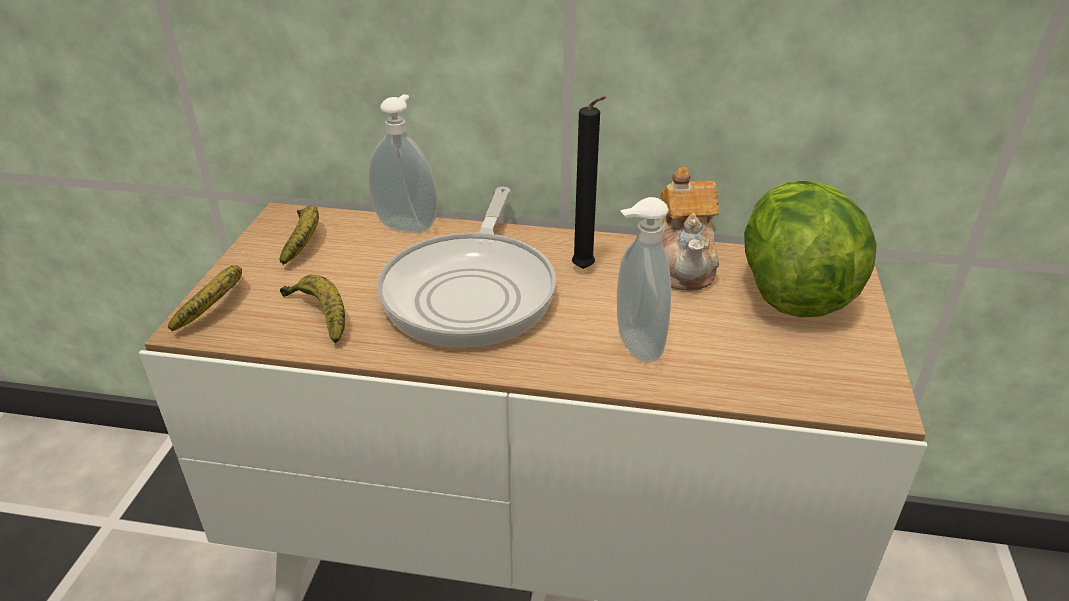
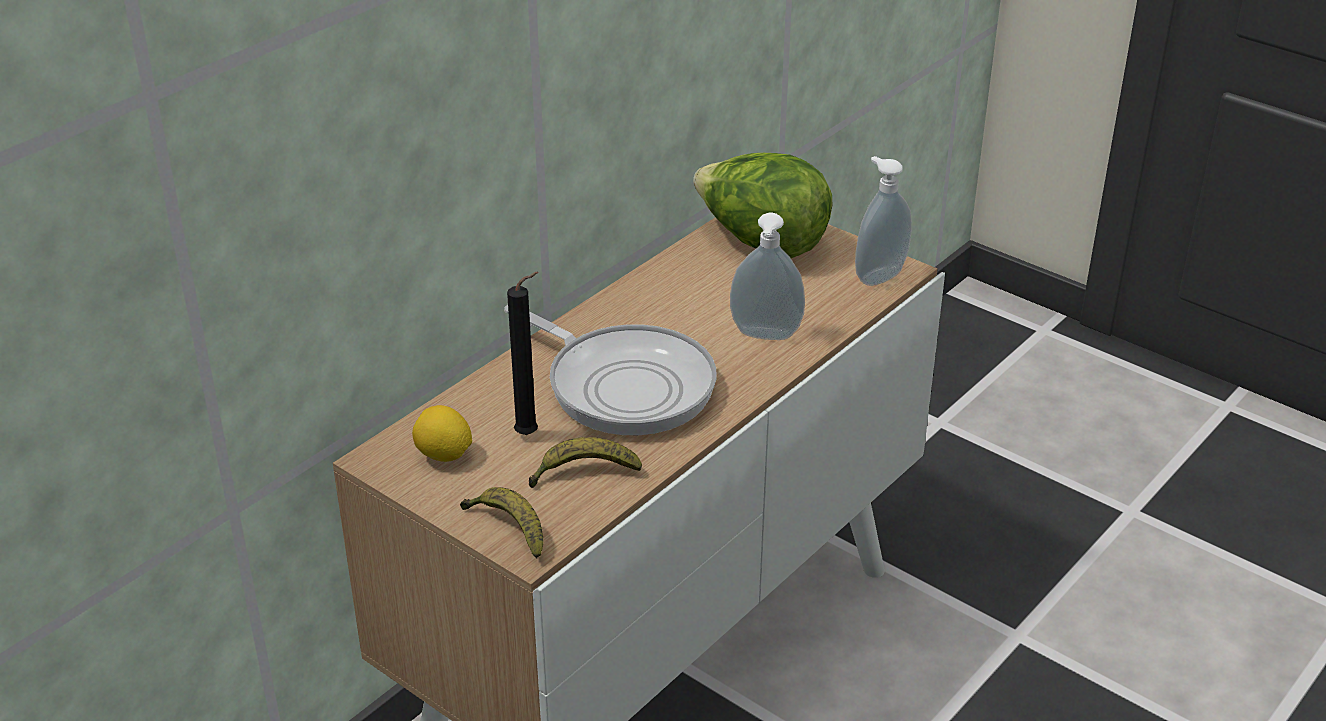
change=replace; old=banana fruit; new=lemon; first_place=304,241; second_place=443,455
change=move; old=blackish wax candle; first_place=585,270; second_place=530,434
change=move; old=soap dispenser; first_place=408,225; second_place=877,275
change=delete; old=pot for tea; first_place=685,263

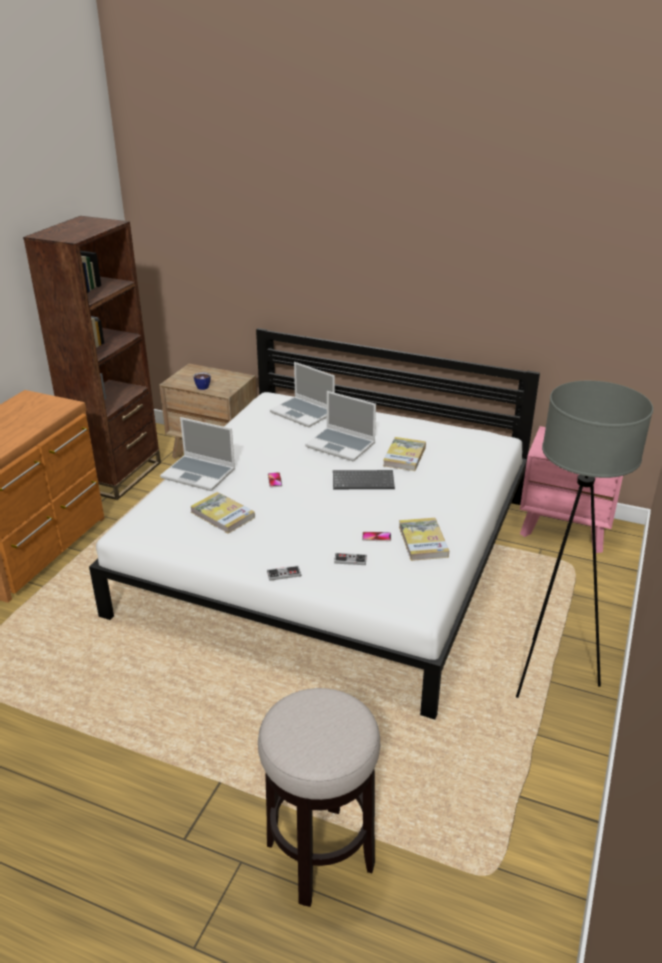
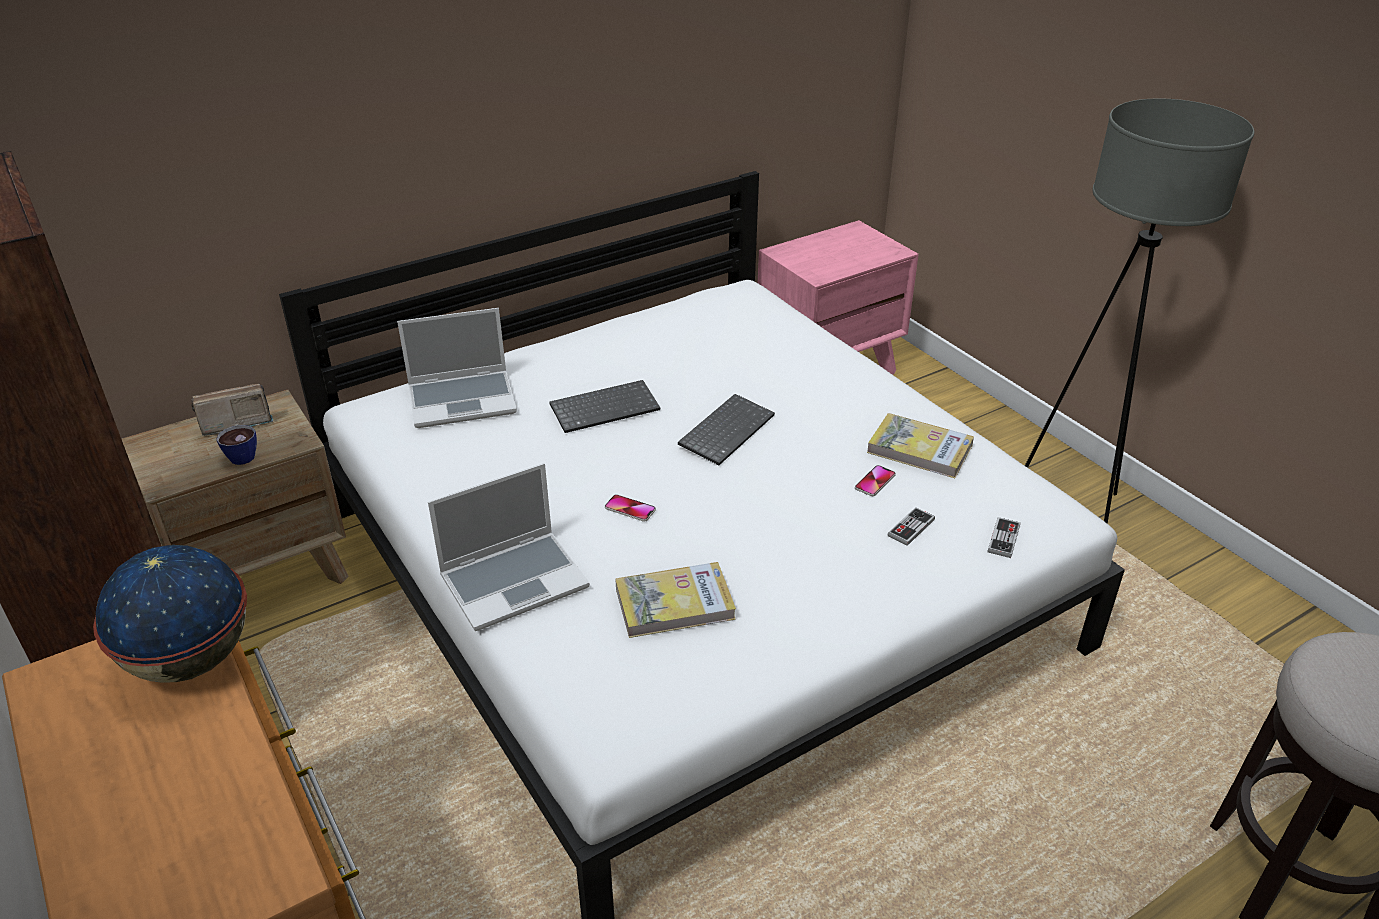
change=insert; new=world globe; second_place=191,660
change=insert; new=radio set; second_place=234,423
change=replace; old=laptop; new=keyboard; first_place=341,445; second_place=605,407
change=move; old=gamepad; first_place=284,574; second_place=1003,539
change=delete; old=bound book; first_place=404,456

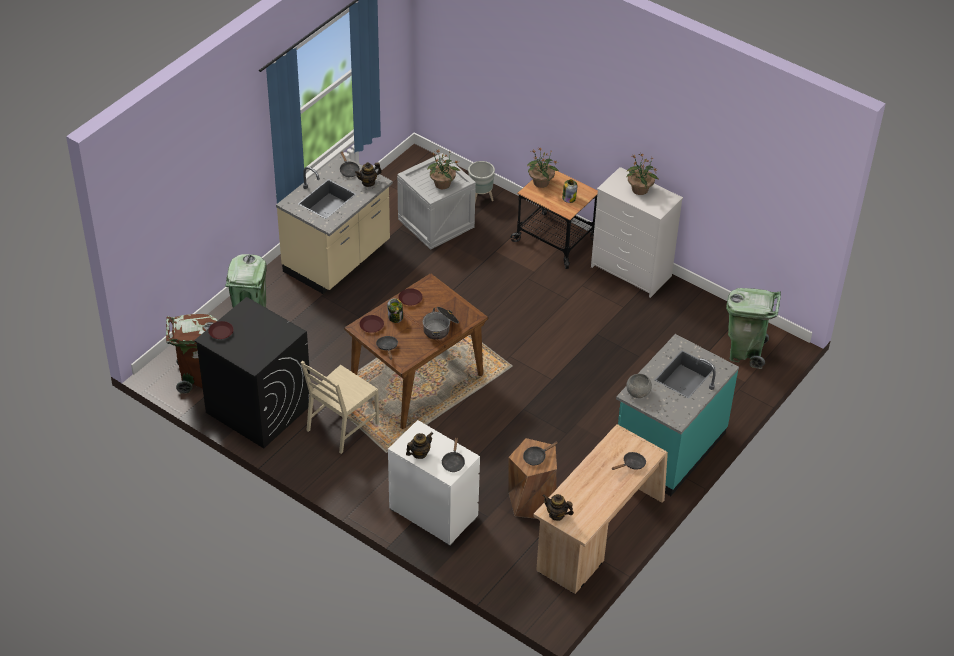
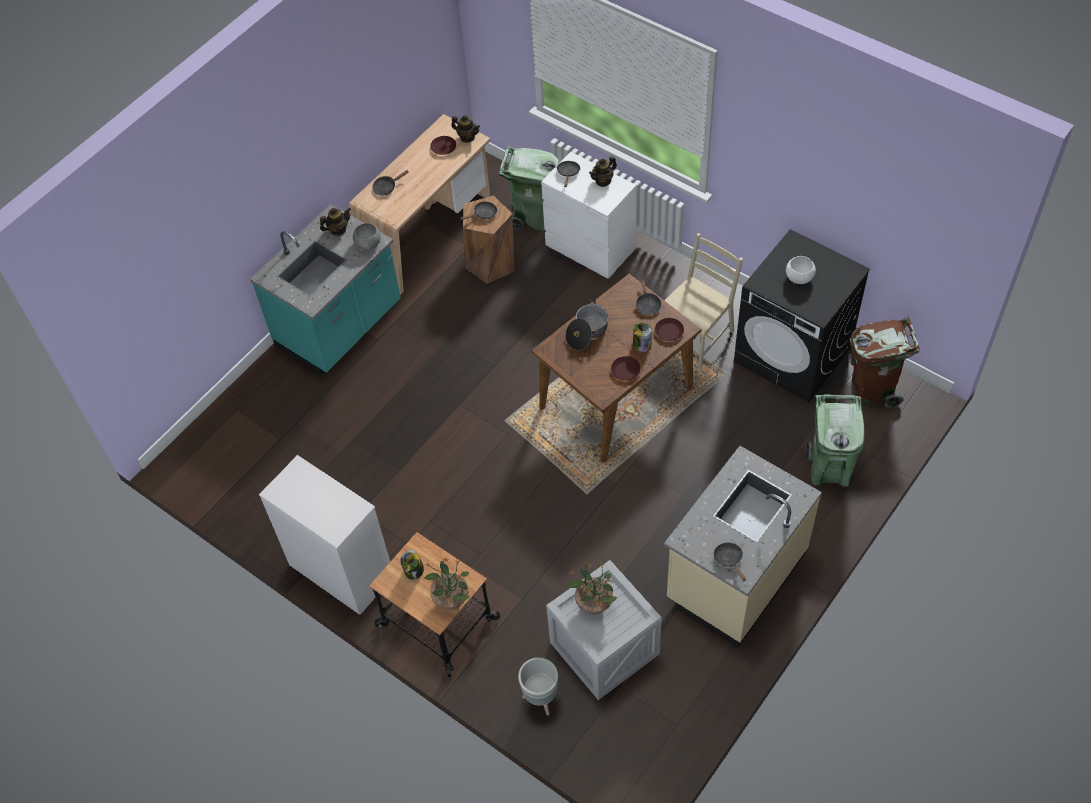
change=move; old=pot for tea; first_place=368,182; second_place=338,230
change=move; old=brown-coloured plate; first_place=221,332; second_place=443,148
change=move; old=green-coloured rubbish bin; first_place=745,352; second_place=533,217
change=insert; new=white-coloured bowl; second_place=799,277
change=delete; old=houseplant; first_place=640,190

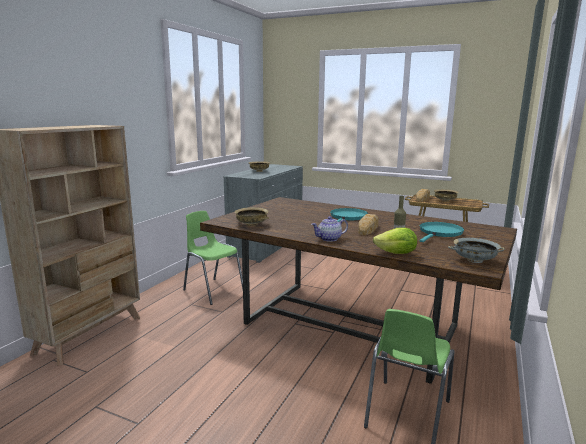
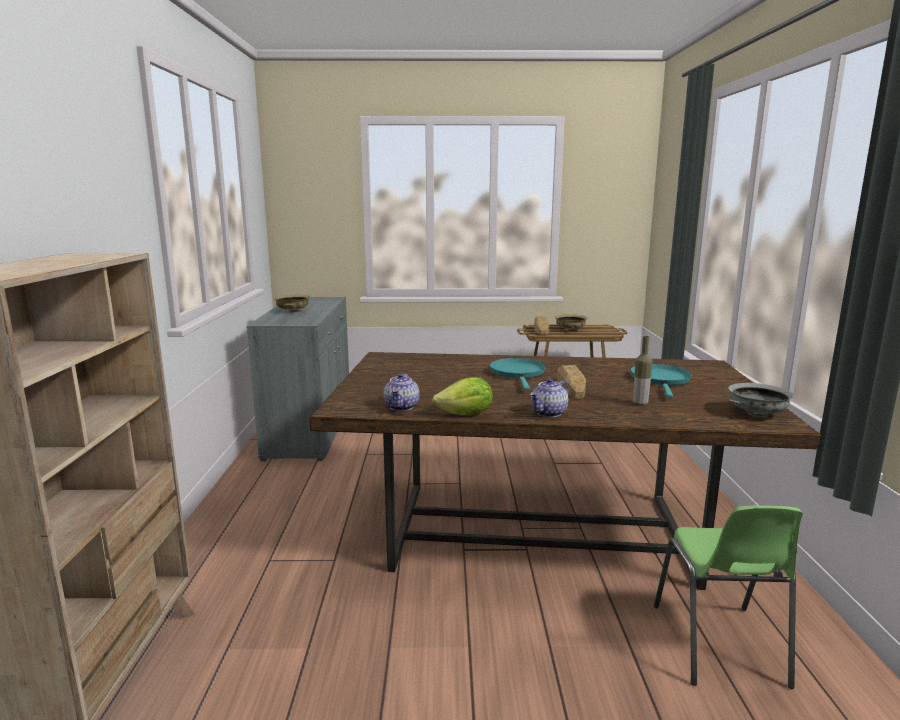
change=replace; old=beige bowl; new=pot for tea; first_place=252,224; second_place=402,407
change=move; old=lettuce; first_place=396,253; second_place=466,414
change=delete; old=green-coloured chair; first_place=213,291

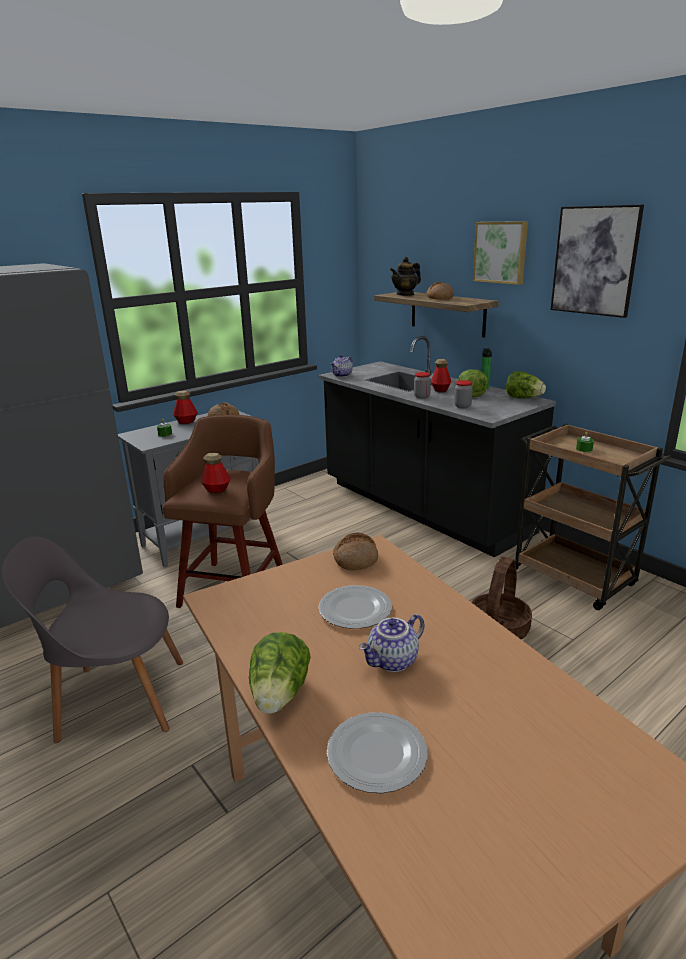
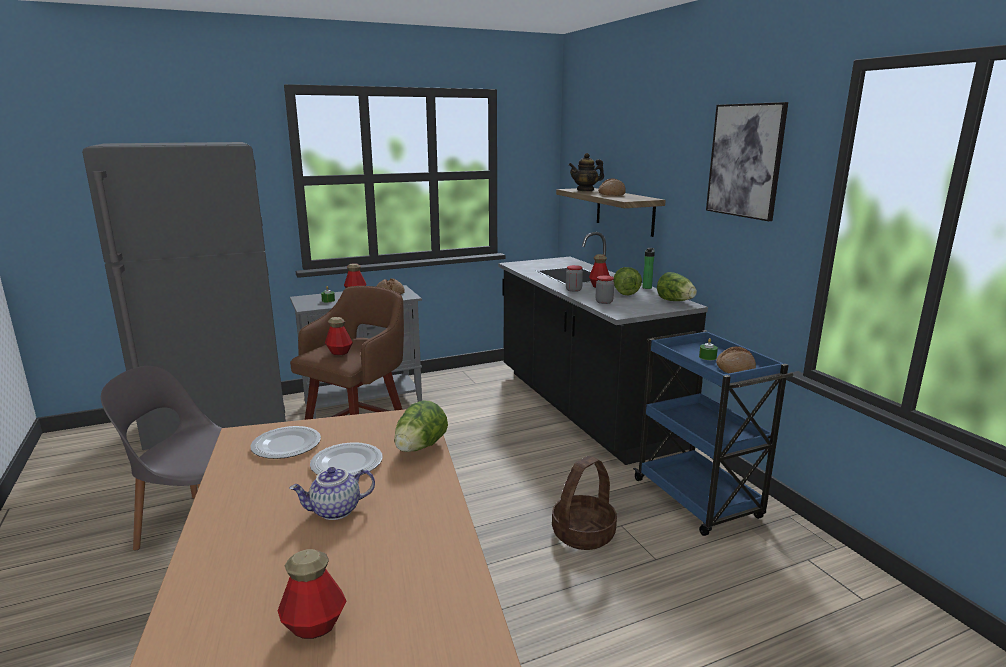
change=move; old=plate; first_place=378,753; second_place=287,445
change=insert; new=beverage bottle; second_place=314,625
change=move; old=lettuce; first_place=280,695; second_place=420,448
change=recolor; old=brown-coloured cart; new=blue-coloured cart; first_place=574,578; second_place=698,500
change=move; old=bakery bread; first_place=355,559; second_place=735,368
change=delete; old=pot for tea; first_place=342,375
change=delete; old=picture; first_place=501,252

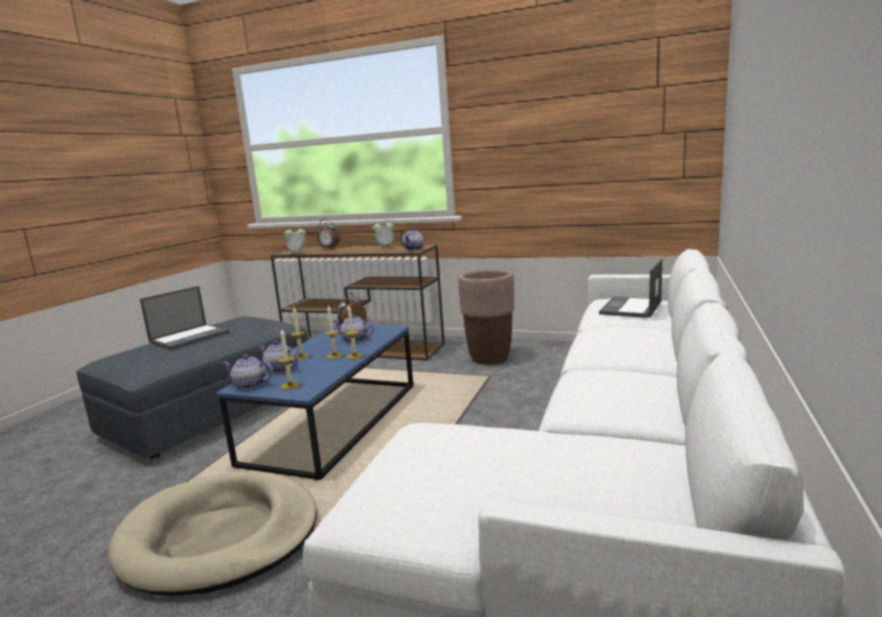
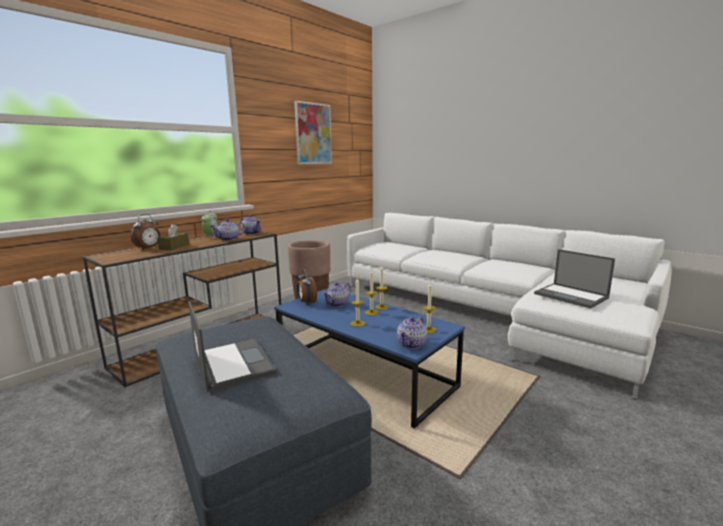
change=insert; new=brown-coloured tissue box; second_place=174,247
change=move; old=pot for tea; first_place=280,369; second_place=229,239
change=insert; new=picture; second_place=313,134
change=move; old=laptop; first_place=631,308; second_place=572,296
change=delete; old=beige dog cushion; first_place=219,537
change=delete; old=bedside clock; first_place=297,252

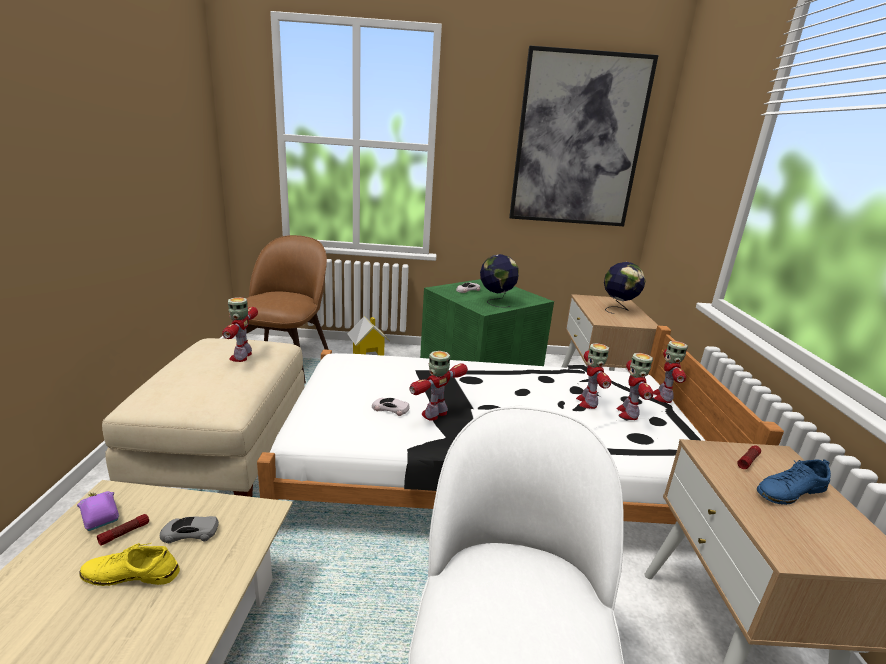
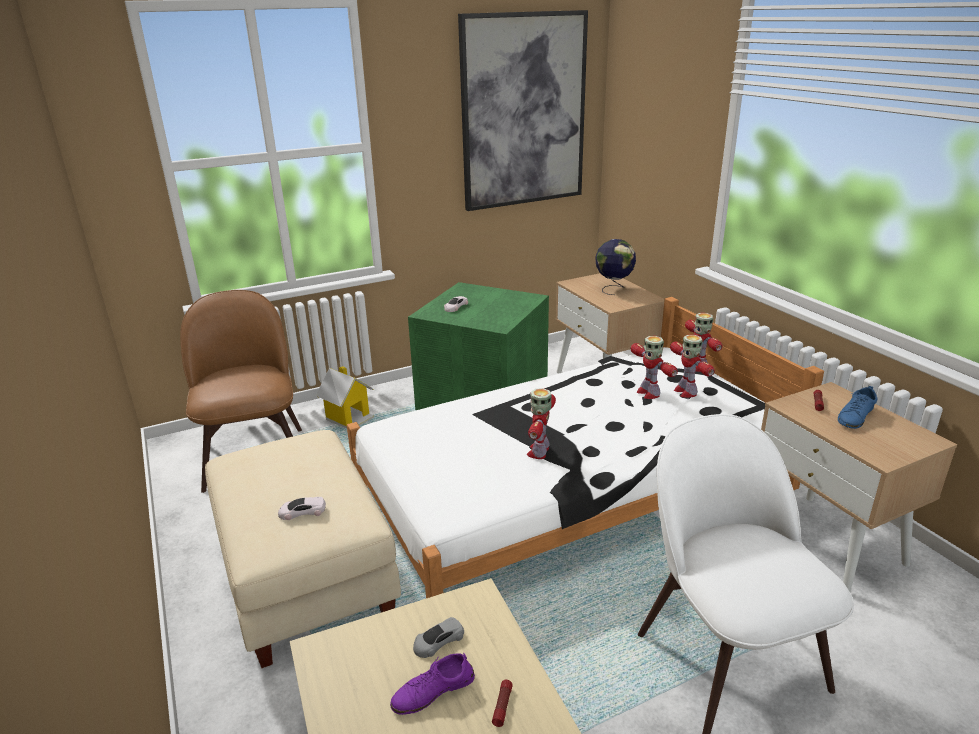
change=move; old=white-coloured miniature car; first_place=390,409; second_place=302,512
change=recolor; old=yellow shoe; new=purplish shoe; first_place=131,574; second_place=433,691
change=move; old=flashlight; first_place=124,533; second_place=502,706
change=delete; old=purplish miniature car; first_place=99,517
change=delete; old=model robot; first_place=242,356
change=delete; old=world globe; first_place=496,302

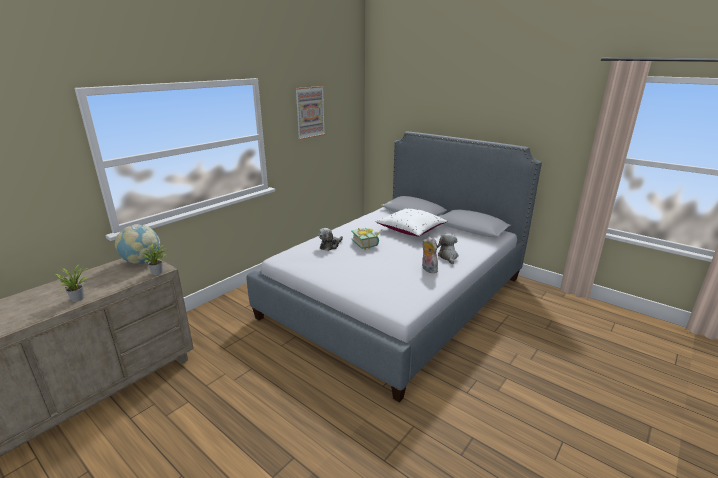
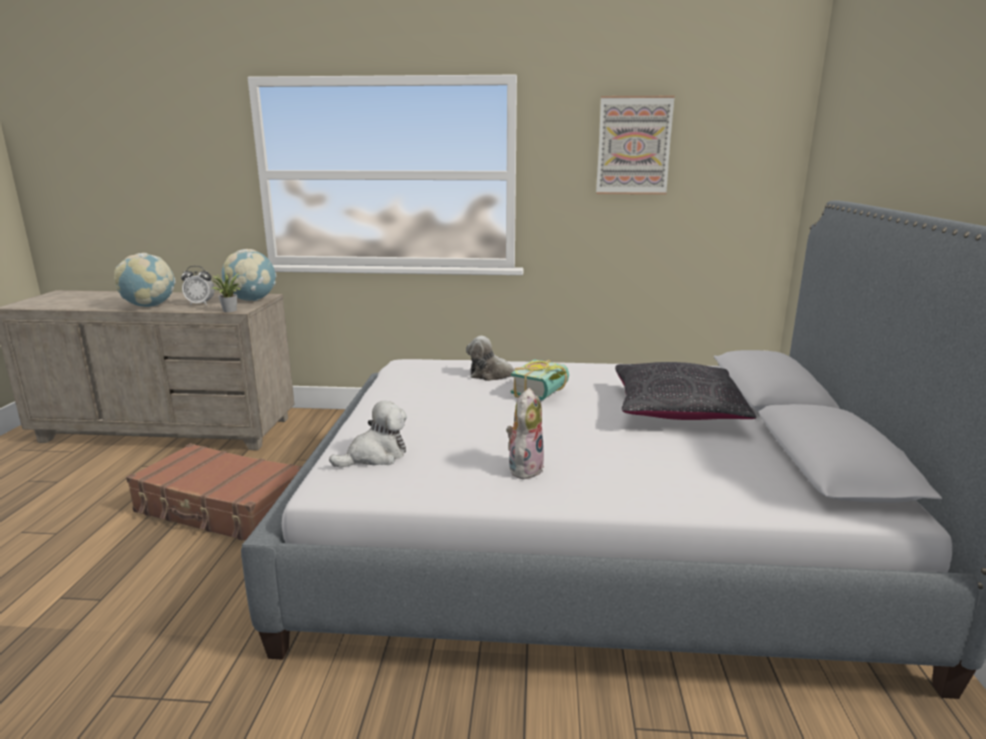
change=replace; old=houseplant; new=world globe; first_place=77,298; second_place=149,306
change=insert; new=brown-coloured travel case; second_place=222,508
change=insert; new=bedside clock; second_place=200,304
change=move; old=plush toy; first_place=448,256; second_place=375,456
change=recolor; old=white-coloured cushion; new=blackish cushion; first_place=411,230; second_place=676,410

